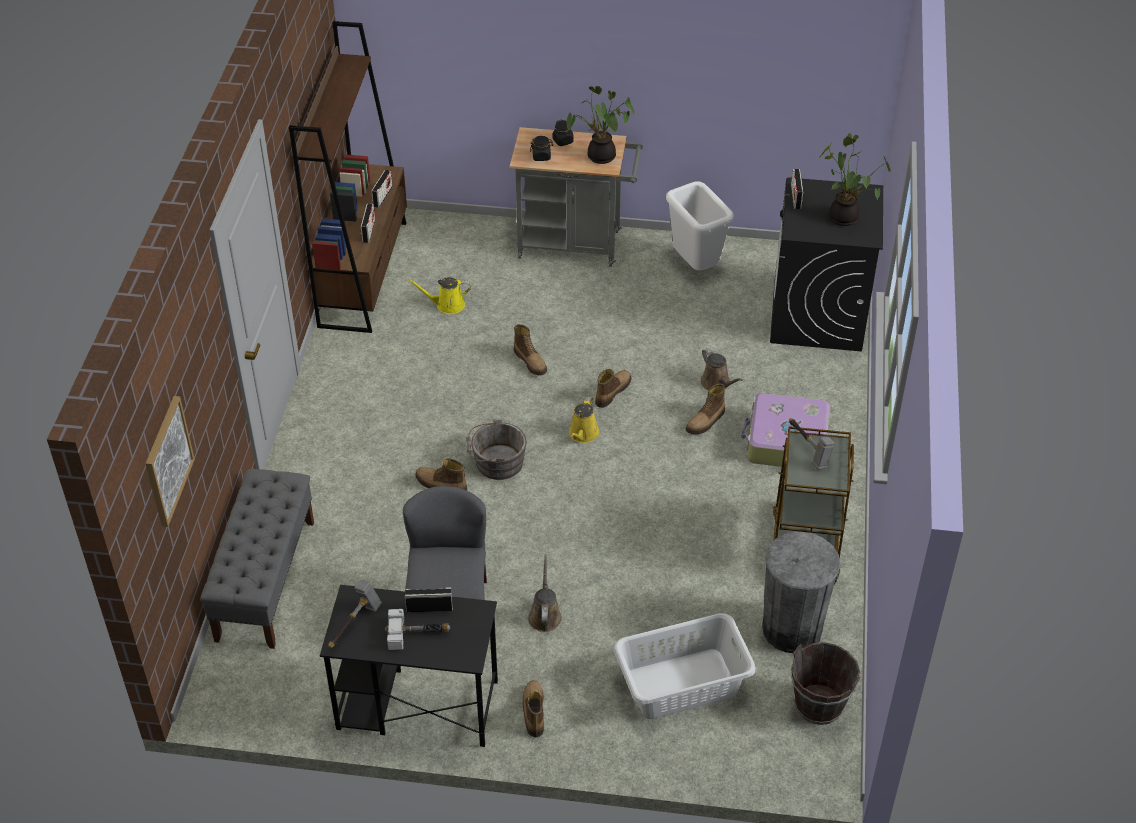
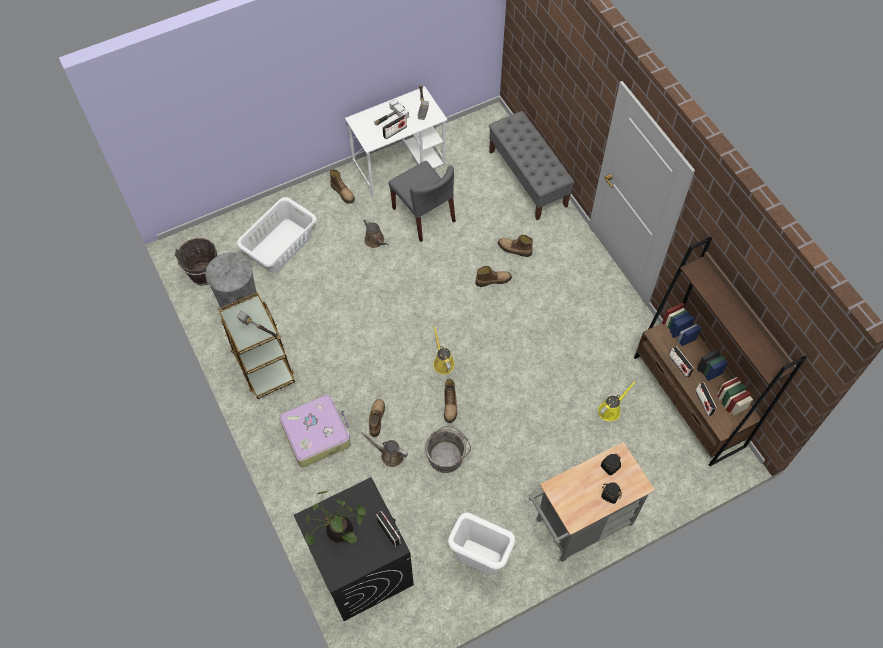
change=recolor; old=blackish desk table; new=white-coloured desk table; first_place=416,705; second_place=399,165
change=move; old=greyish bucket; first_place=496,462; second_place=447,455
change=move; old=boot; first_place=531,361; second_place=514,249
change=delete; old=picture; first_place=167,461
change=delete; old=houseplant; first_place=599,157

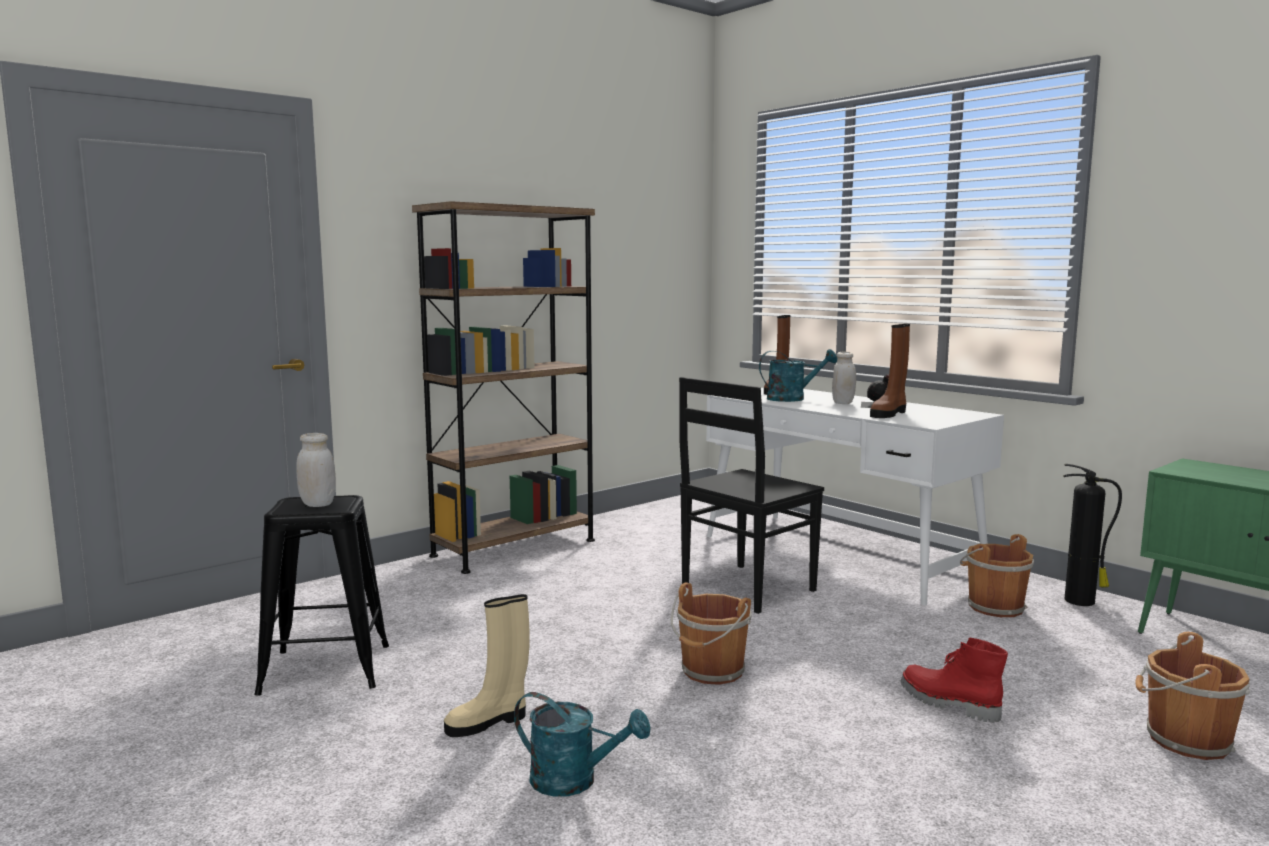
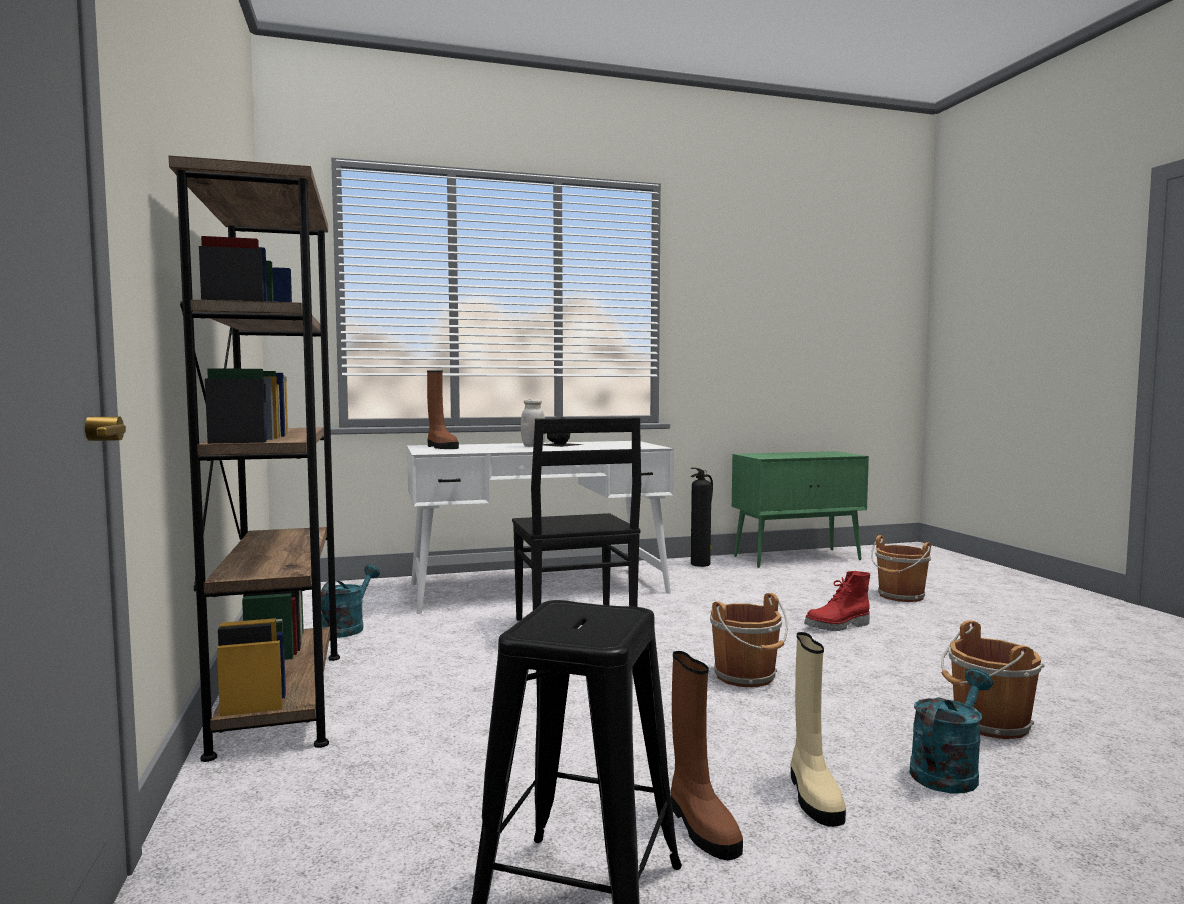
change=move; old=blue-green watering pot; first_place=792,398; second_place=347,628
change=move; old=brown-coloured boot; first_place=889,414; second_place=701,826
change=move; old=brown-coloured bucket; first_place=993,607; second_place=987,724
change=delete; old=white-coloured preserve jar; first_place=317,504

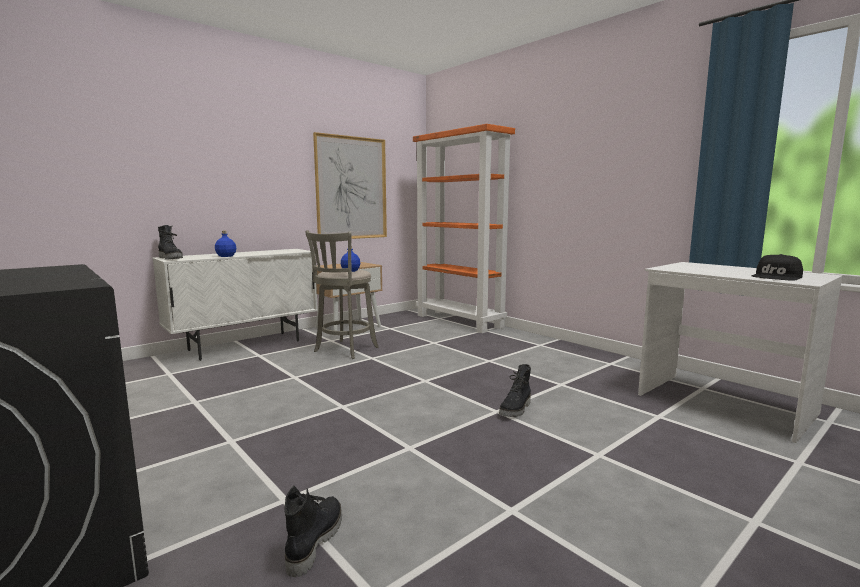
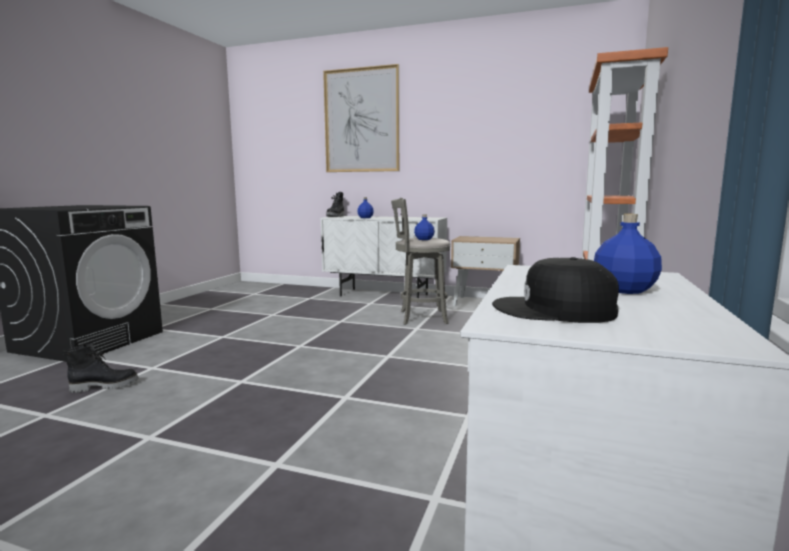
change=move; old=picture; first_place=351,188; second_place=361,120
change=insert; new=blue-coloured beverage bottle; second_place=624,290
change=delete; old=blackish boot; first_place=516,409

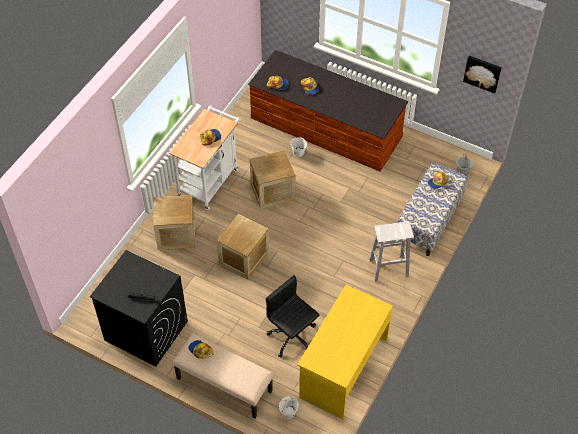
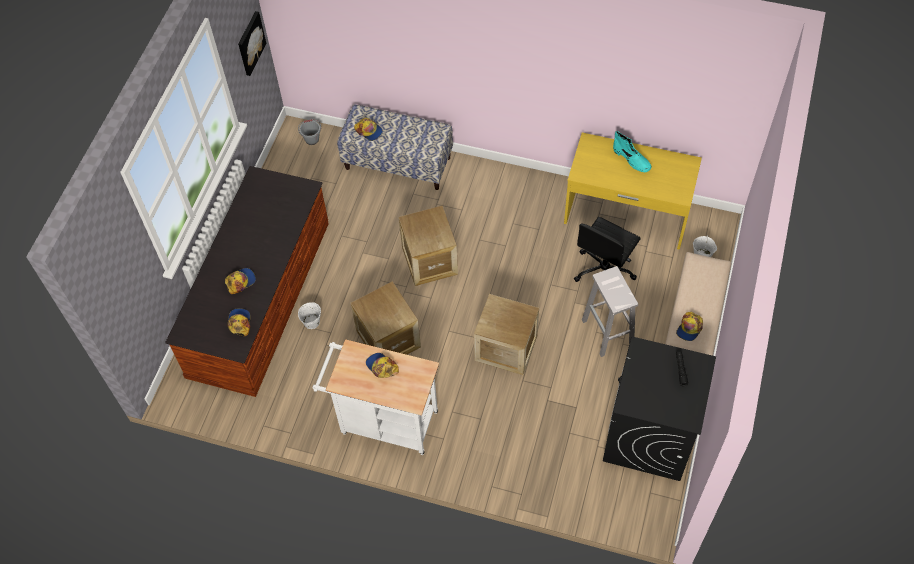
change=move; old=shipping crate; first_place=176,234; second_place=429,260
change=move; old=white-coloured sitting stool; first_place=388,268; second_place=608,333
change=insert; new=blue-green boot; second_place=632,159

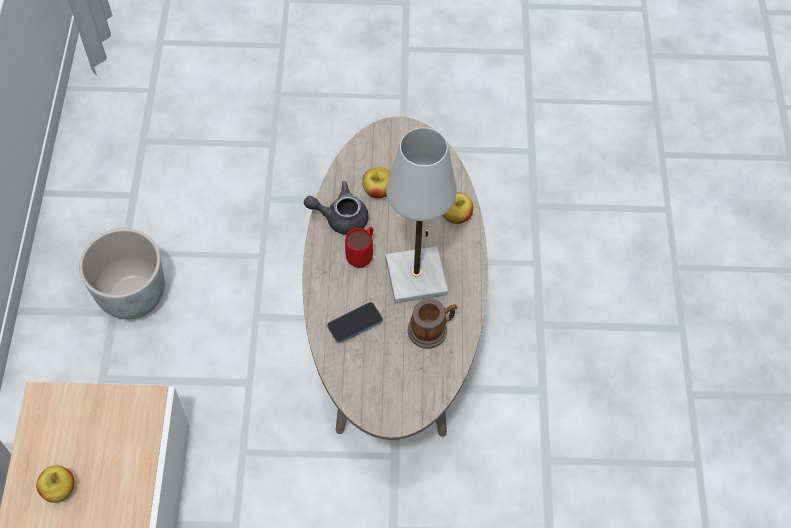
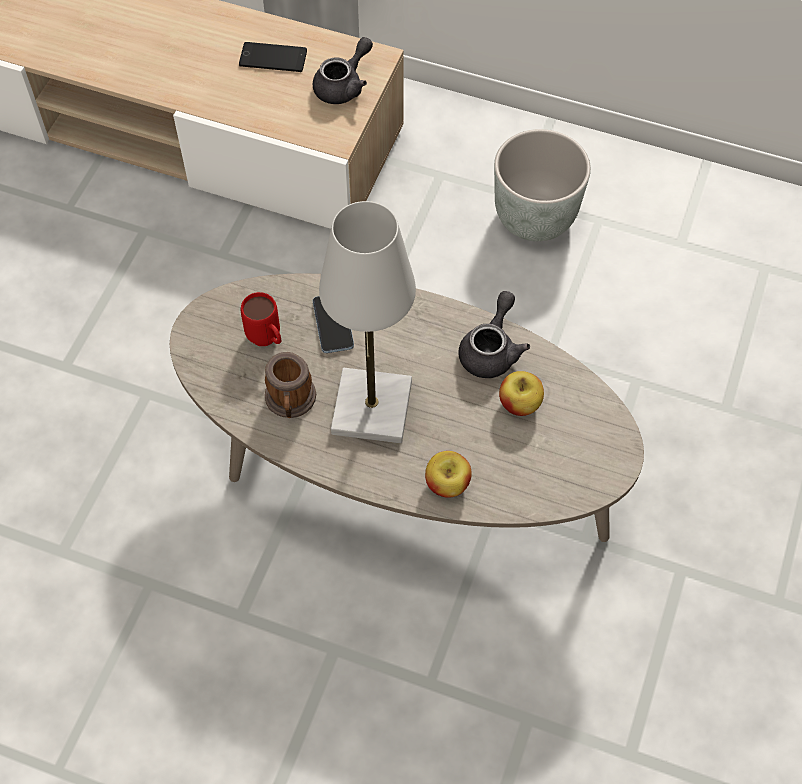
change=replace; old=whole apple; new=telephone; first_place=59,489; second_place=273,58
change=move; old=red coffee mug; first_place=362,256; second_place=267,341
change=insert; new=greyish pot for tea; second_place=344,85

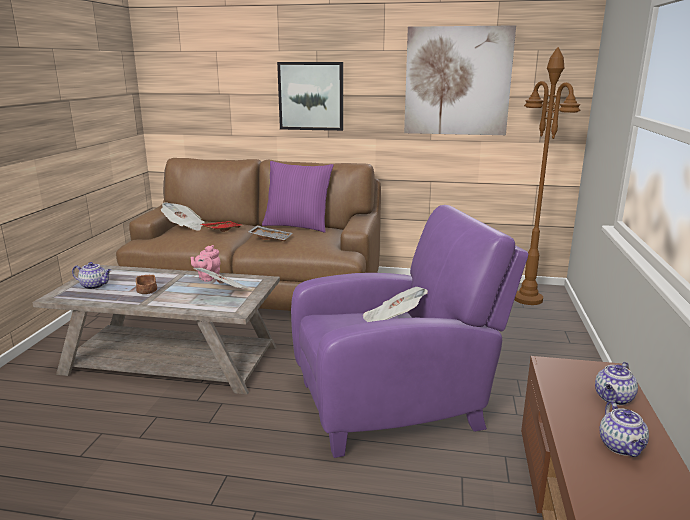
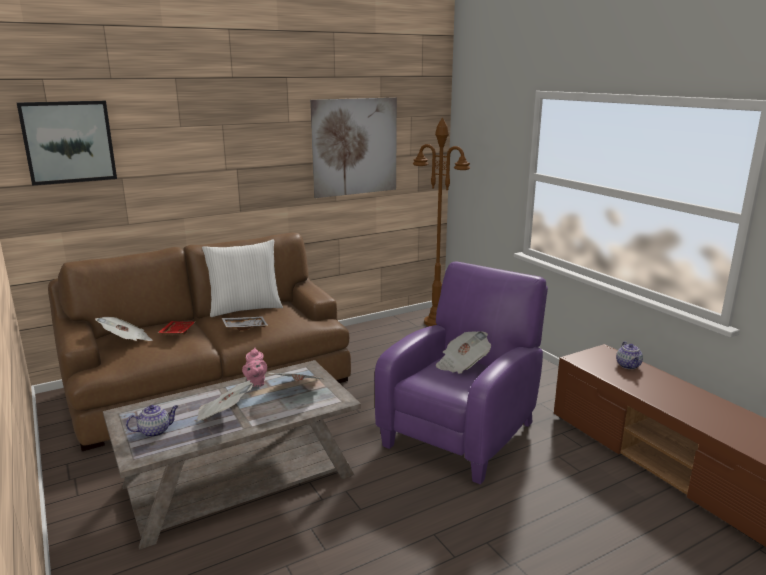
change=move; old=picture; first_place=311,96; second_place=68,142
change=replace; old=brown-coloured bowl; new=daily paper; first_place=147,291; second_place=224,415
change=recolor; old=purplish cushion; new=white-coloured cushion; first_place=297,226; second_place=245,308
change=delete; old=pot for tea; first_place=622,447

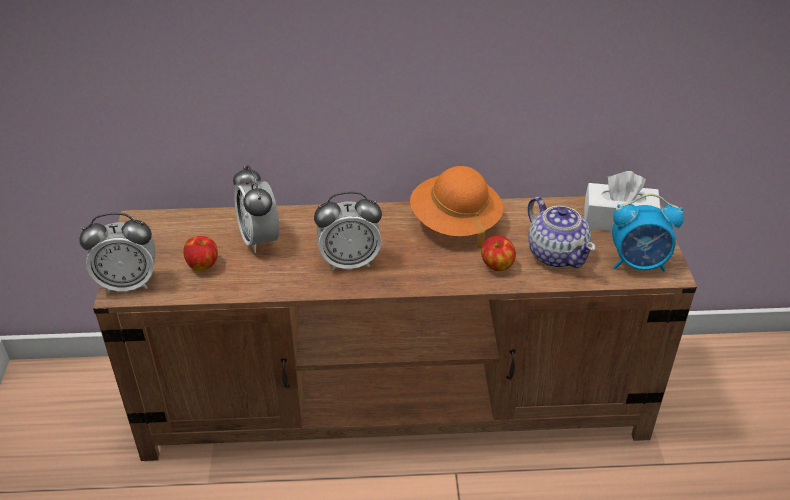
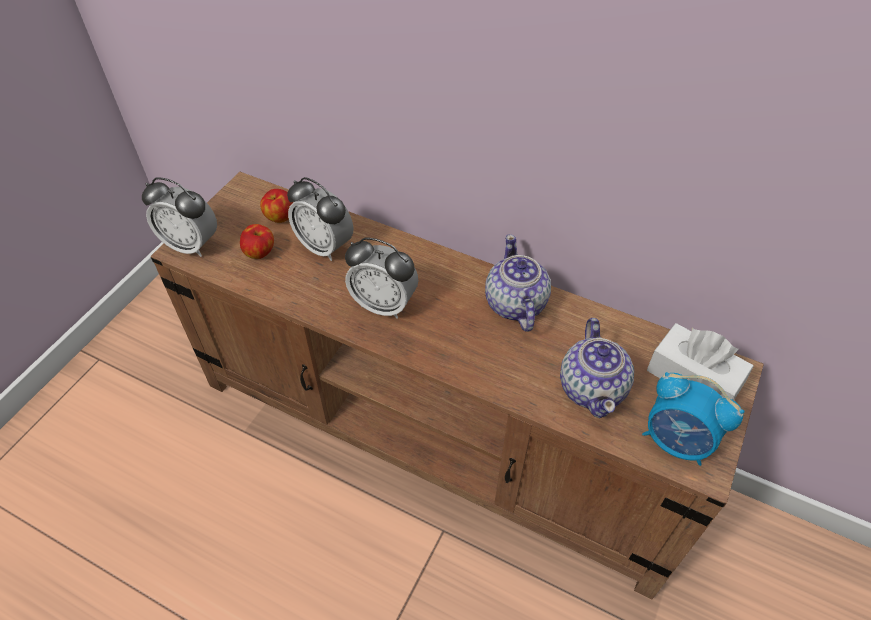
change=move; old=whole apple; first_place=496,266; second_place=279,217
change=rotate; old=bedside clock; first_place=259,239; second_place=325,247; degrees=-60
change=replace; old=orangey wearable hat; new=pot for tea; first_place=455,222; second_place=515,304

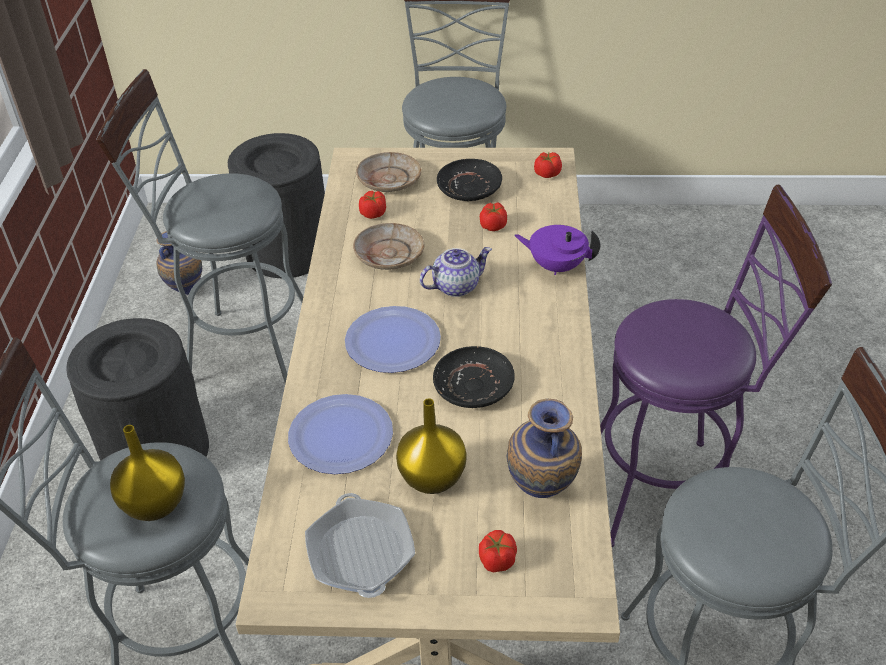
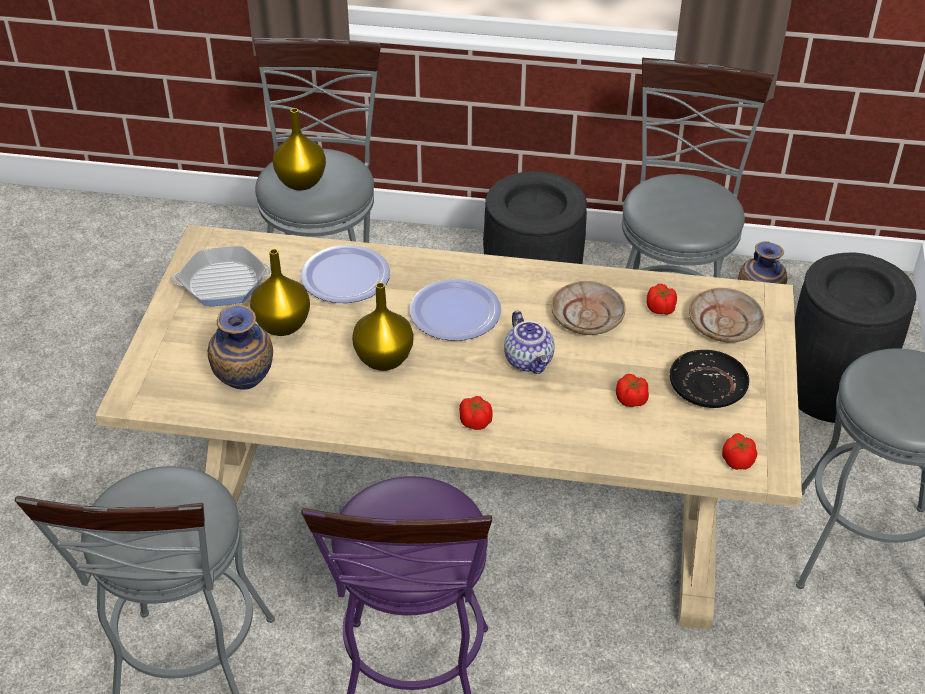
change=replace; old=blackish plate; new=yellow vase; first_place=474,386; second_place=383,360
change=move; old=fresh tomato; first_place=497,560; second_place=475,422
change=delete; old=purplish pot for tea; first_place=556,266

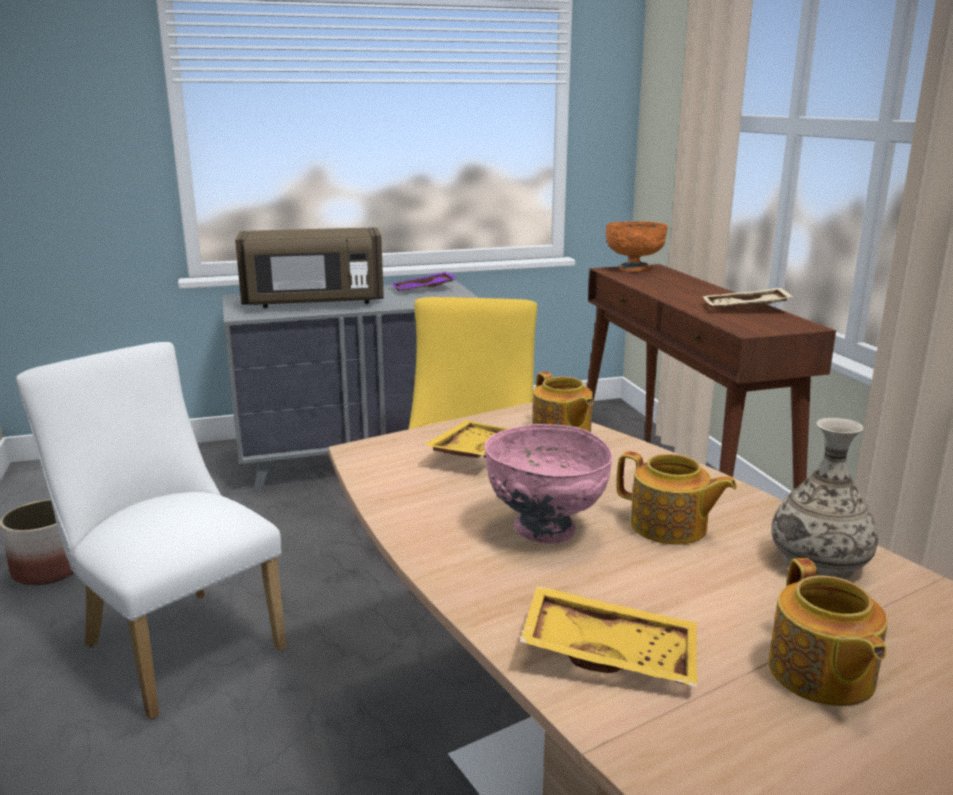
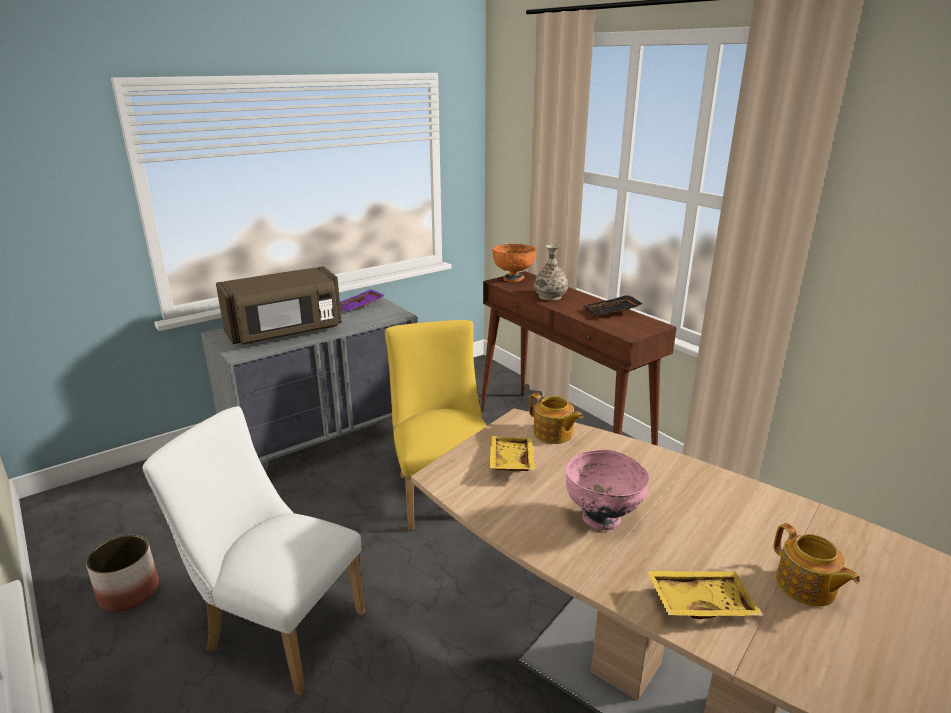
change=move; old=vase; first_place=818,563; second_place=550,296
change=recolor; old=beige serving tray; new=blackish serving tray; first_place=745,309; second_place=612,313
change=delete; old=pot for tea; first_place=670,527

